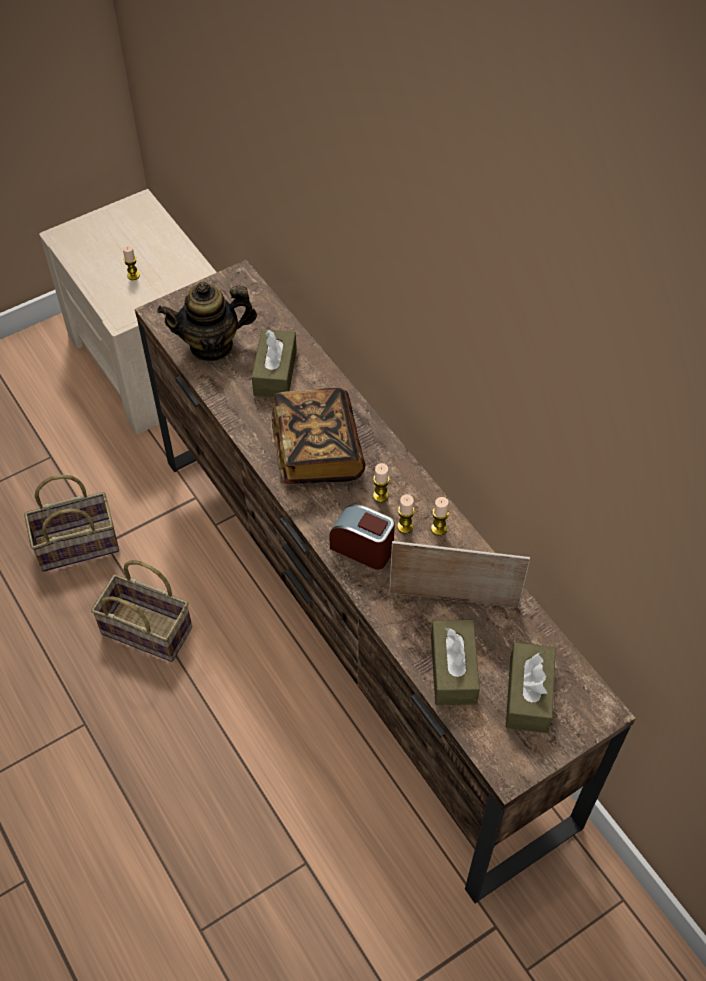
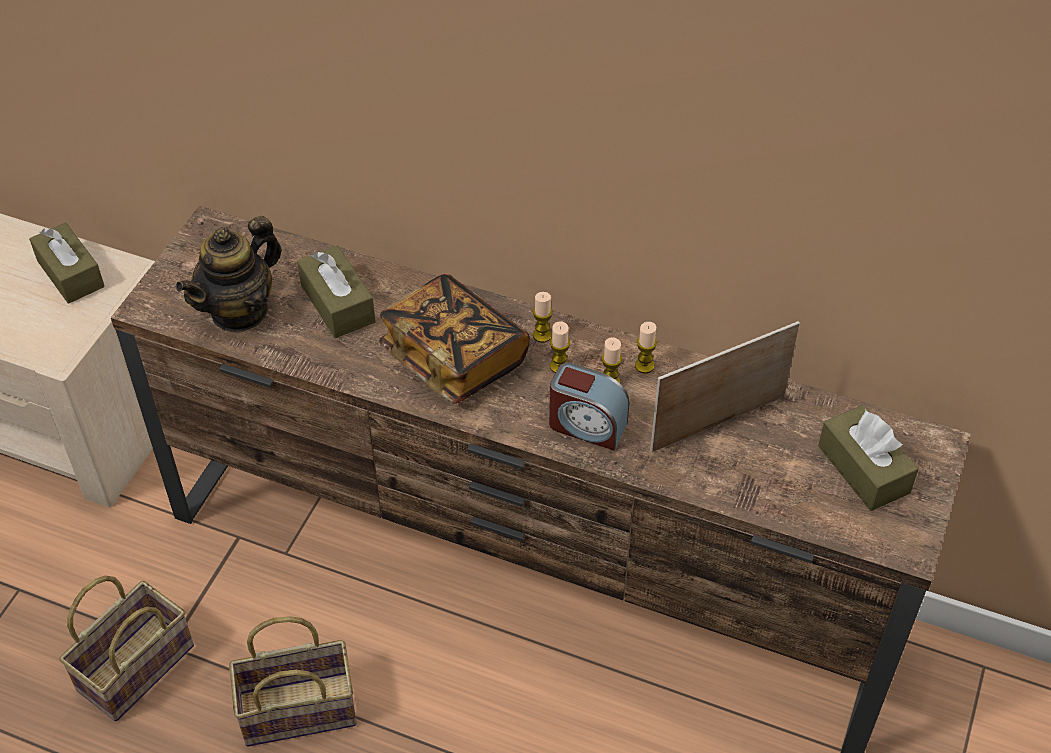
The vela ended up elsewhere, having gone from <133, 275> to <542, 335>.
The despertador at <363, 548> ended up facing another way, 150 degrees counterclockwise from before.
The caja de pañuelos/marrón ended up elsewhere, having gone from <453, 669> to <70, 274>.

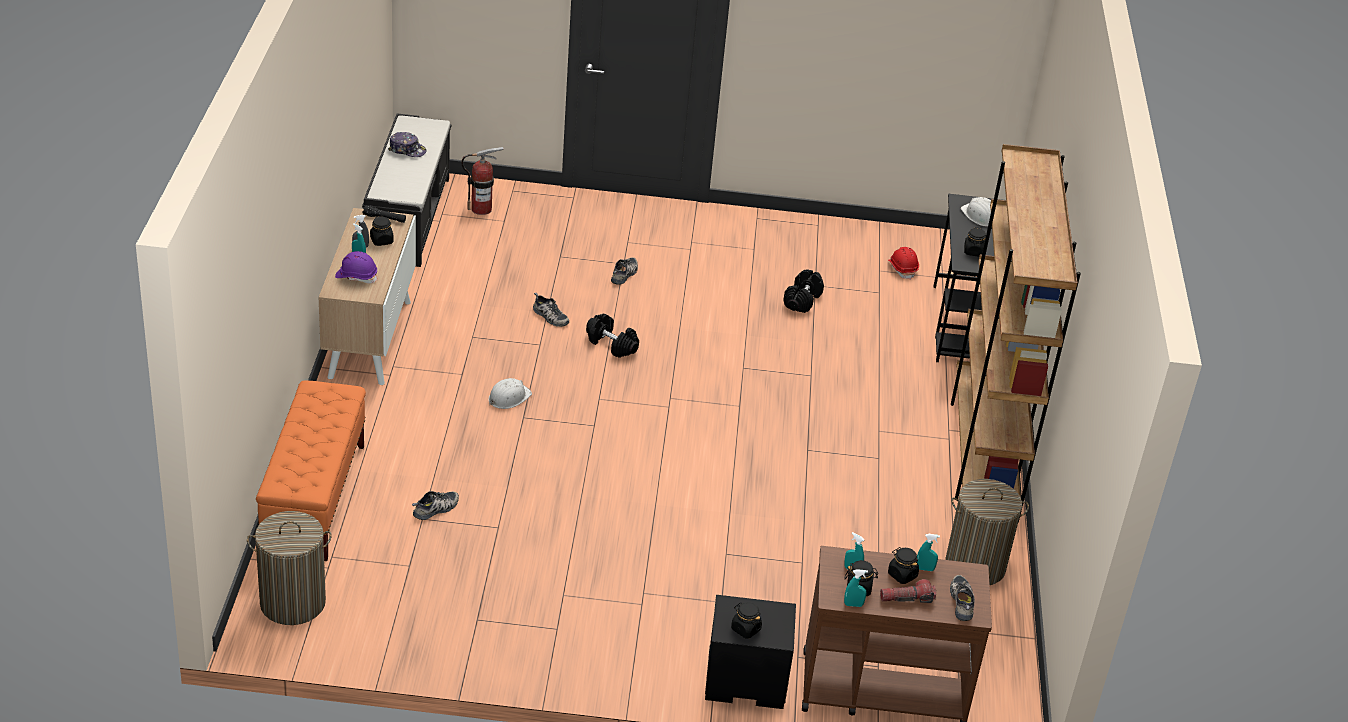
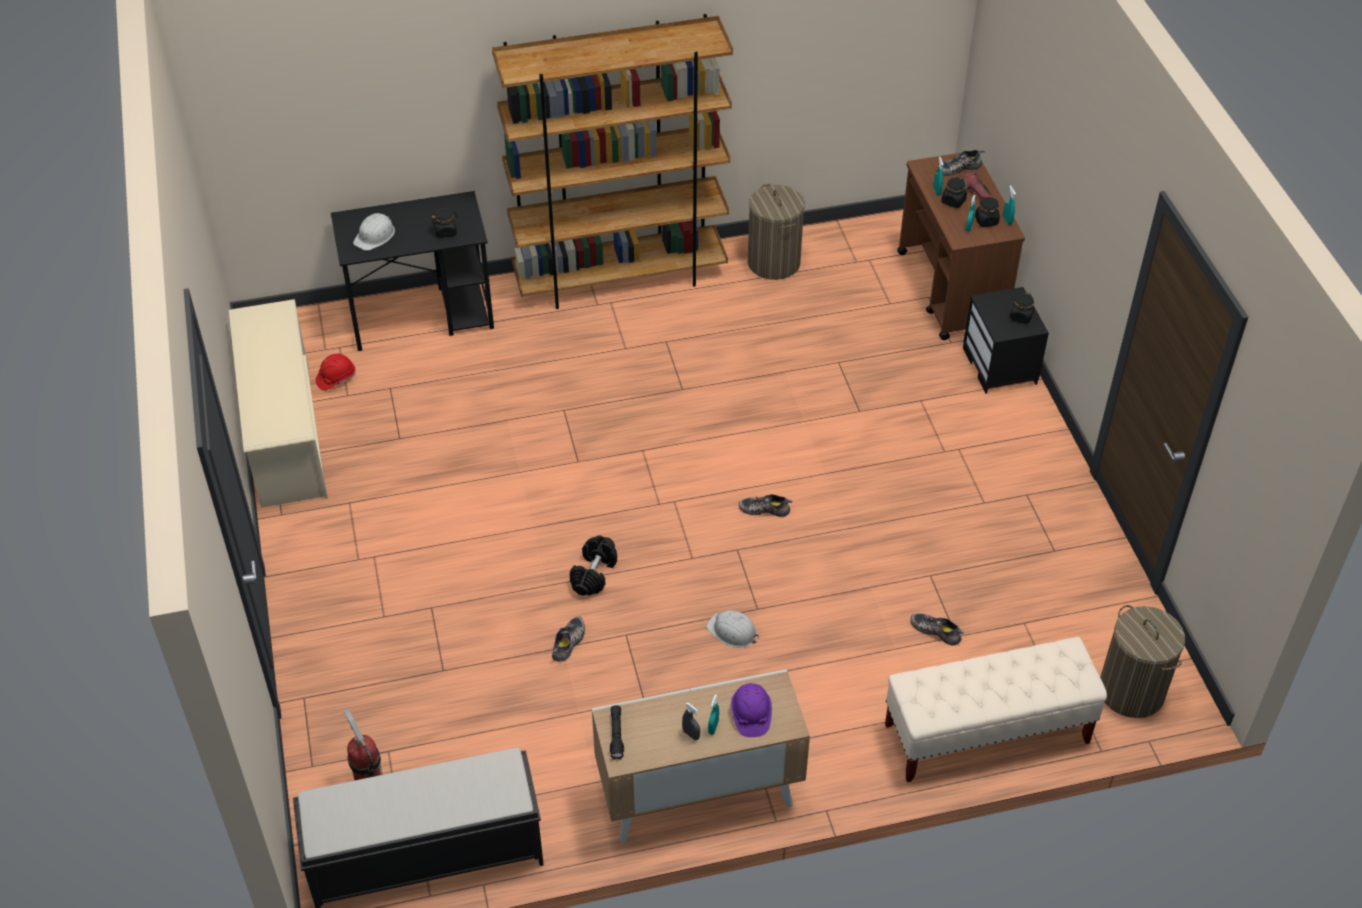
The second view lost the gorra at <407, 150>.
The second view lost the tarro/negro at <381, 241>.
The zapato ended up elsewhere, having gone from <625, 274> to <765, 508>.
The second view lost the mancuerna/negro at <802, 300>.
What was the banco/naranja at <315, 498> turned into the banco/beis at <986, 734>.
The second view gained the zapatero/beis at <285, 434>.

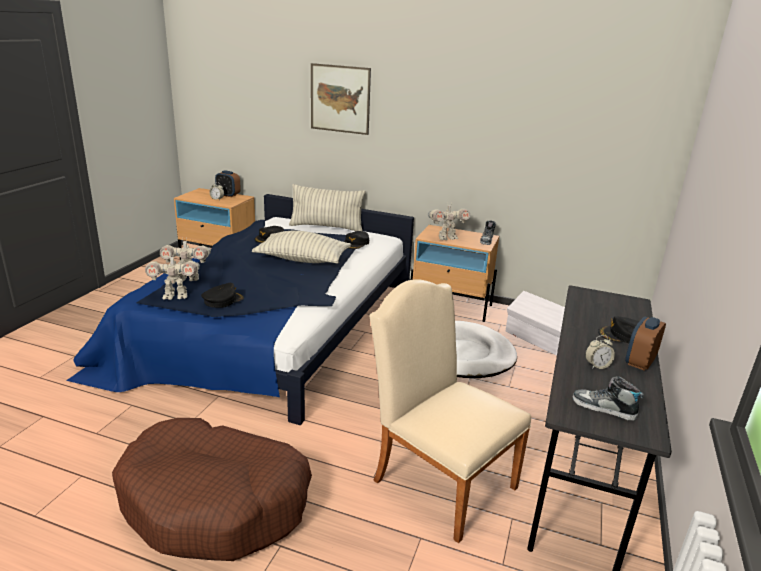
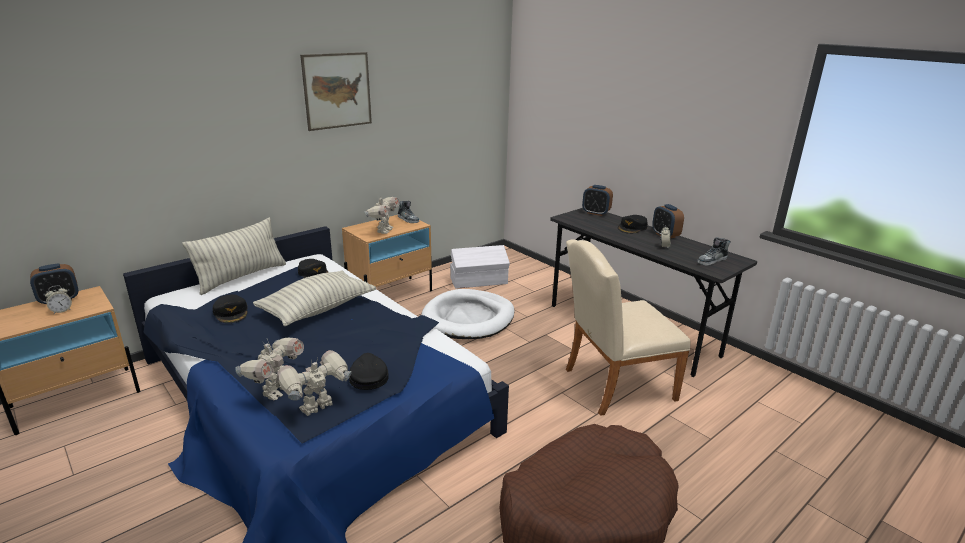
The cuadro ended up elsewhere, having gone from <340, 99> to <337, 90>.
The robot de juguete at <175, 296> ended up facing another way, 150 degrees counterclockwise from before.
The second view gained the despertador at <596, 213>.

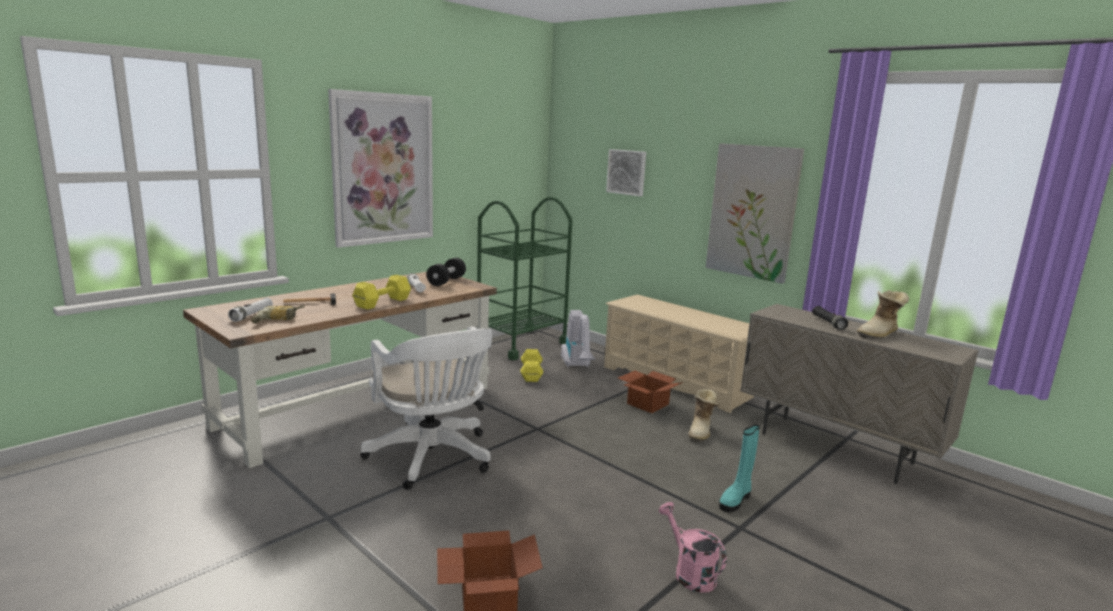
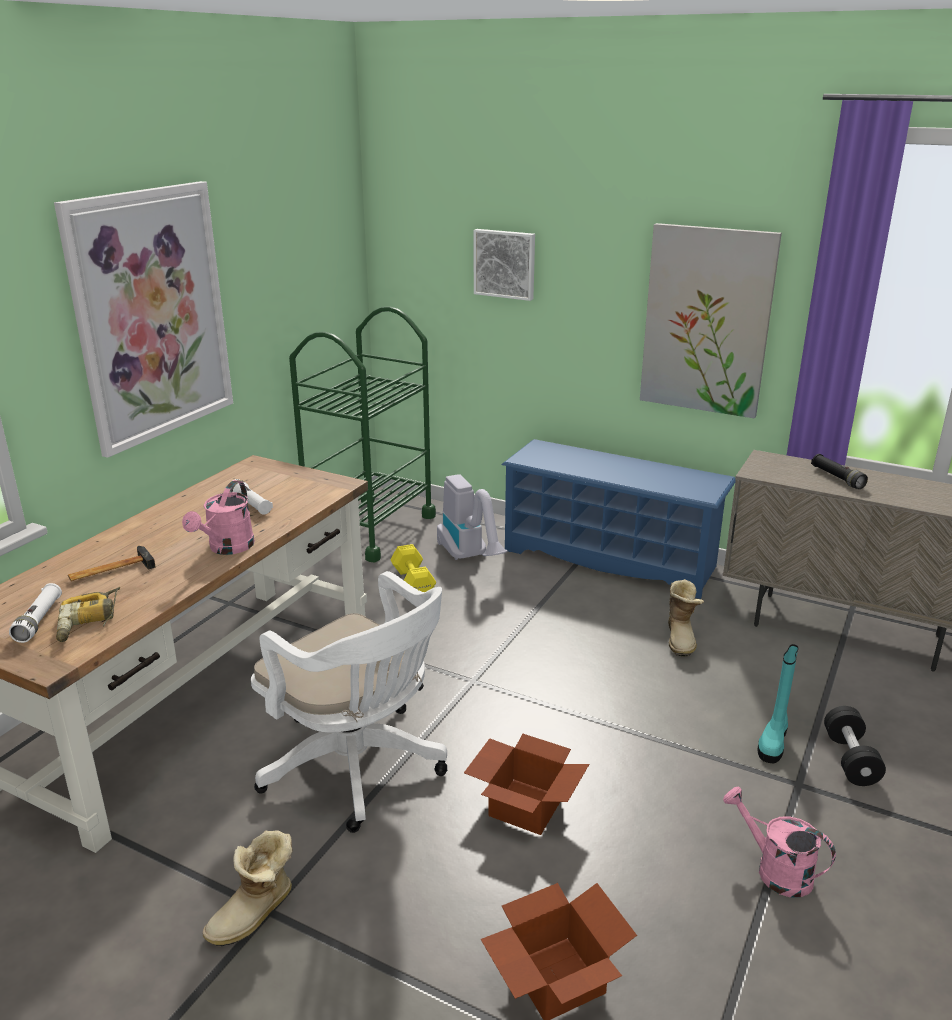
The mancuerna/negro ended up elsewhere, having gone from <446, 281> to <850, 759>.
Where the mancuerna/amarillo stood at <384, 302>, the regadera/rosa came to stand at <227, 548>.
The bota ended up elsewhere, having gone from <880, 334> to <255, 914>.
What was the zapatero/beis at <677, 382> turned into the zapatero/azul at <611, 558>.
The caja de cartón ended up elsewhere, having gone from <647, 403> to <524, 805>.

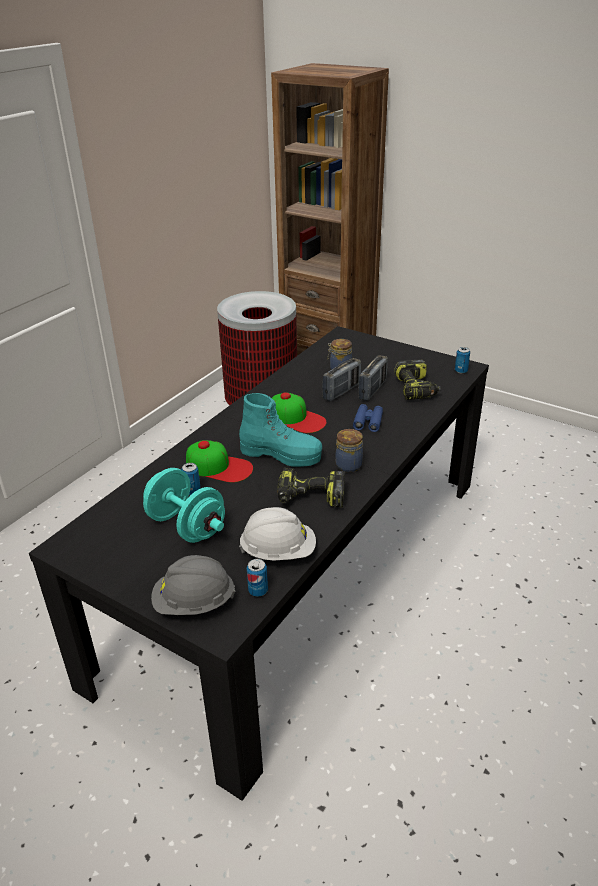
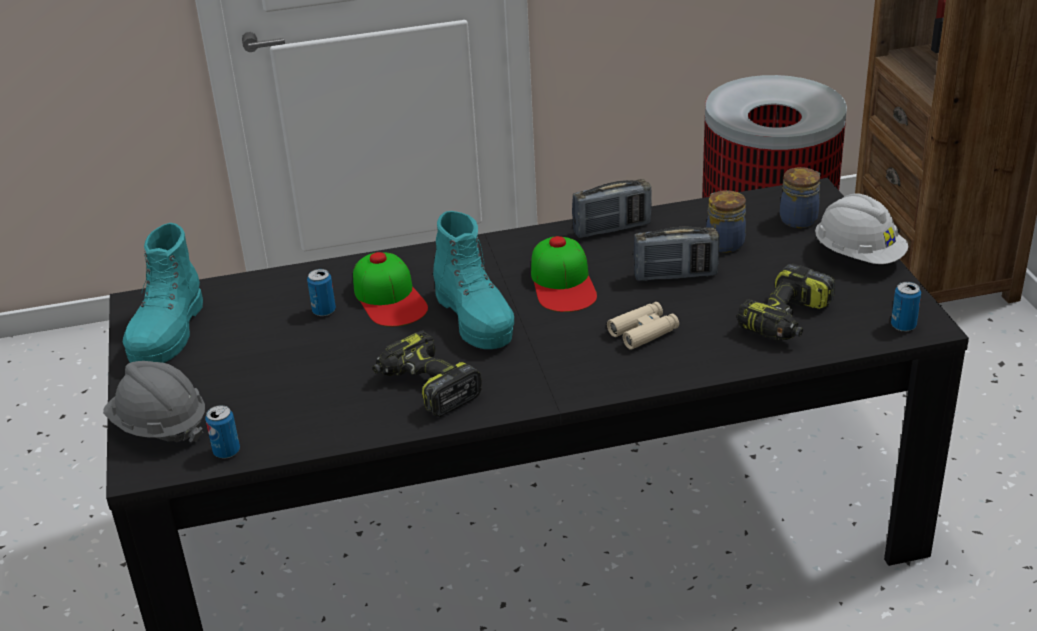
The radio ended up elsewhere, having gone from <372, 390> to <612, 229>.
What was the prismáticos/azul at <368, 422> turned into the prismáticos/beis at <643, 332>.
The tarro ended up elsewhere, having gone from <349, 464> to <800, 219>.
The second view lost the mancuerna/turquesa at <186, 526>.
The casco/blanco ended up elsewhere, having gone from <278, 551> to <858, 256>.
The second view gained the bota/turquesa at <168, 333>.

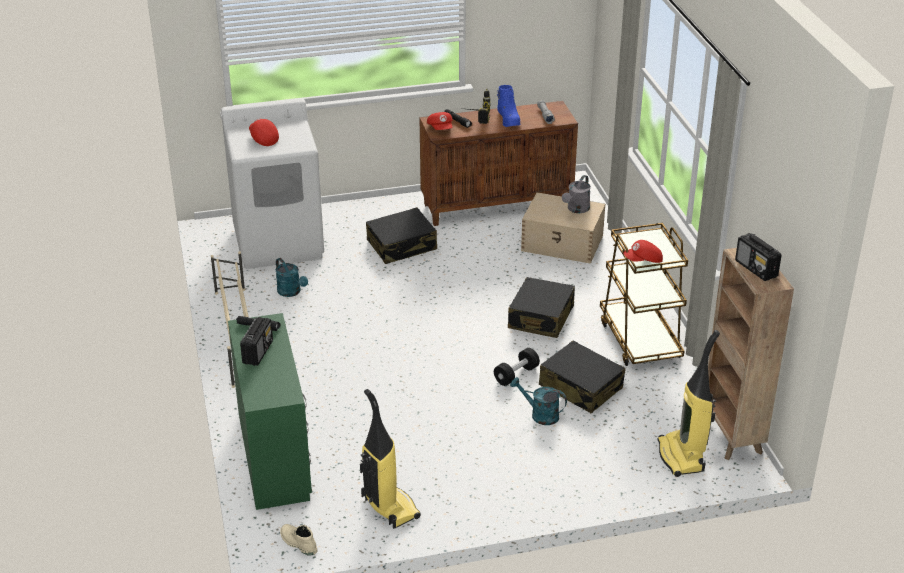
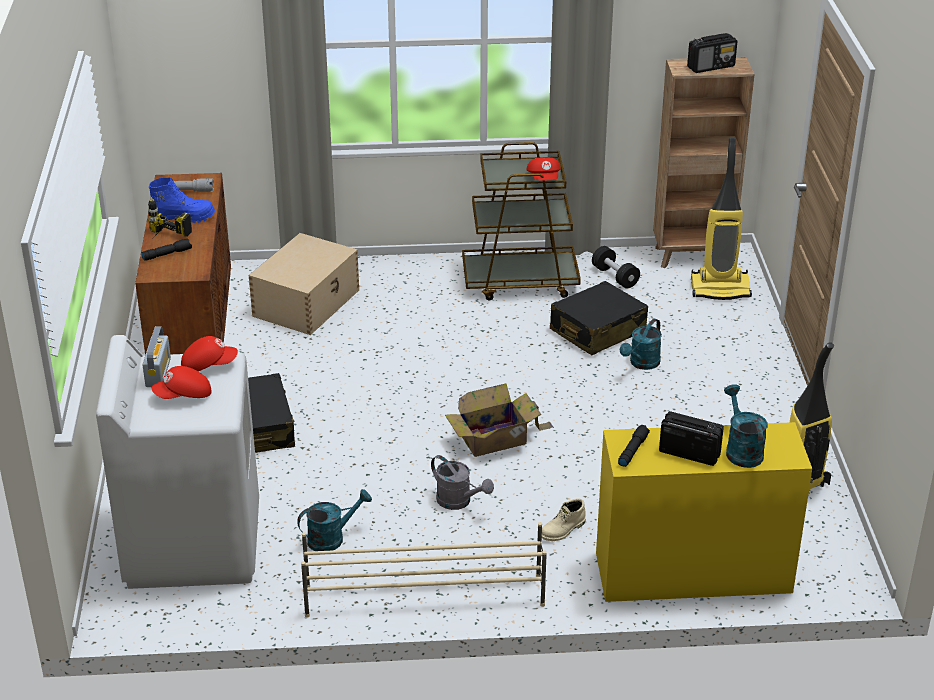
The gorra/rojo ended up elsewhere, having gone from <441, 128> to <208, 365>.
The regadera/gris ended up elsewhere, having gone from <576, 209> to <459, 502>.
The second view lost the maleta/negro at <540, 318>.
What was the escritorio/verde at <273, 456> turned into the escritorio/amarillo at <692, 573>.
The mancuerna/negro ended up elsewhere, having gone from <516, 375> to <615, 277>.
The bota/beis ended up elsewhere, having gone from <297, 543> to <563, 530>.
The second view gained the radio at <158, 372>.
The second view gained the caja de cartón at <496, 439>.
The second view gained the regadera/turquesa at <741, 450>.

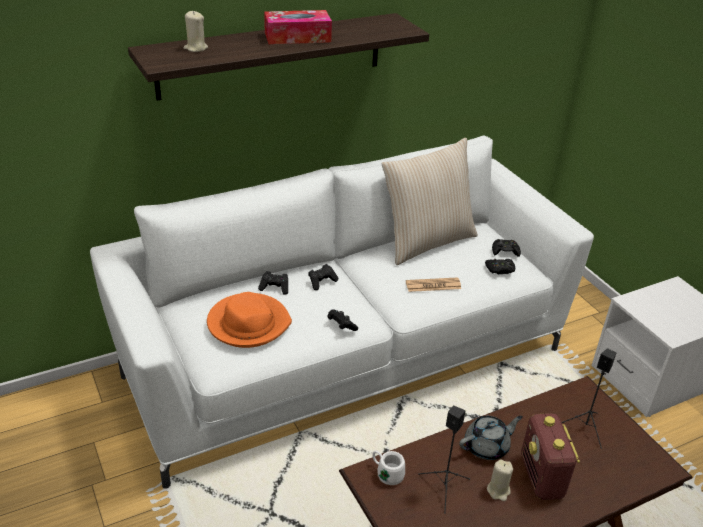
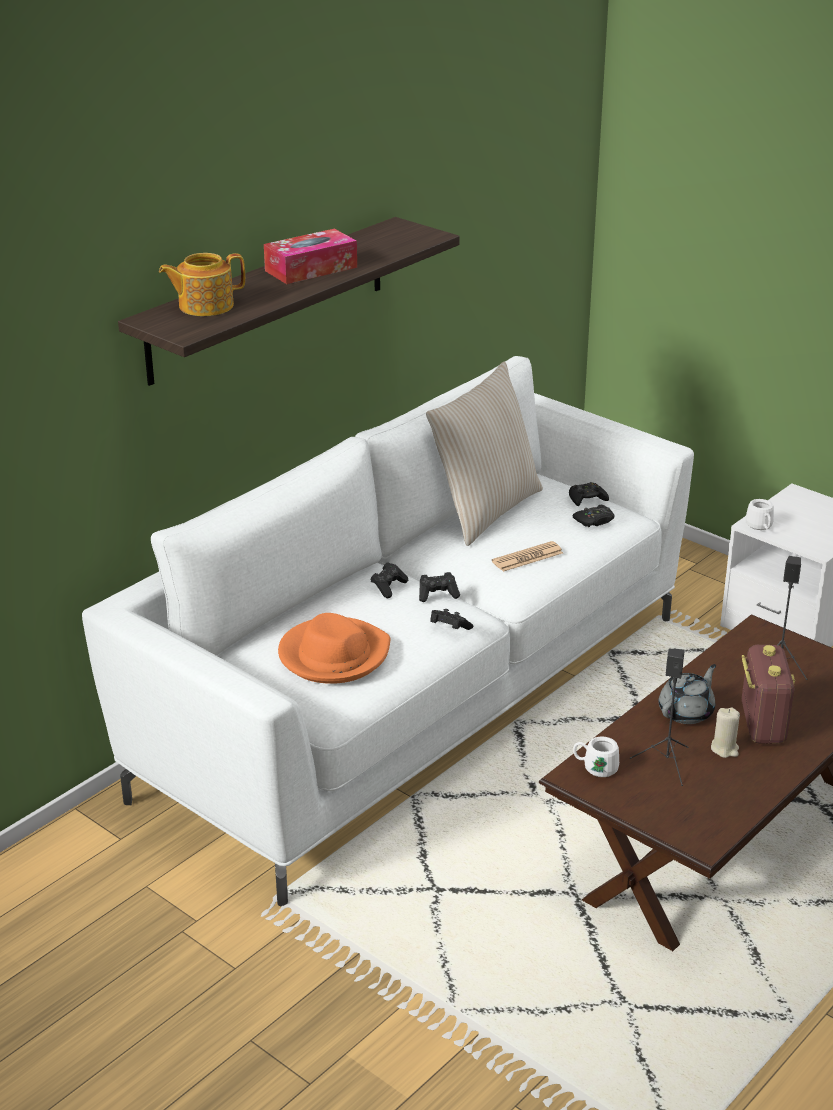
Where the vela/beis stood at <195, 48>, the tetera came to stand at <204, 306>.
The mando de consola/negro ended up elsewhere, having gone from <275, 288> to <437, 594>.
The radio at <542, 477> ended up facing another way, 150 degrees counterclockwise from before.
The second view gained the taza grande/blanco at <760, 527>.

